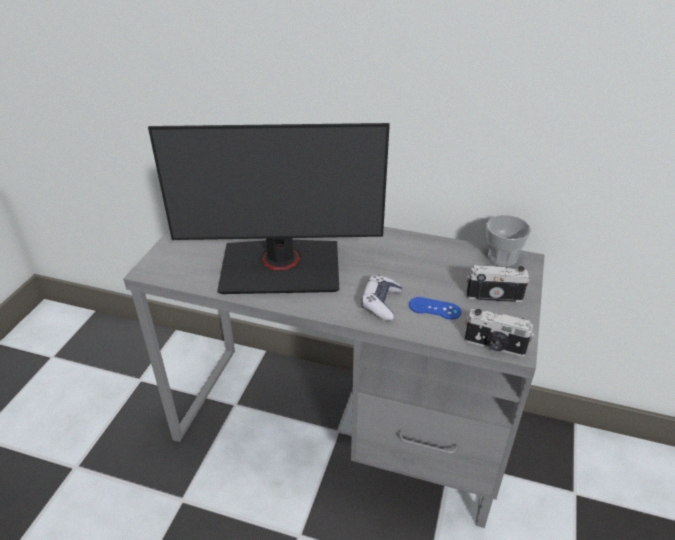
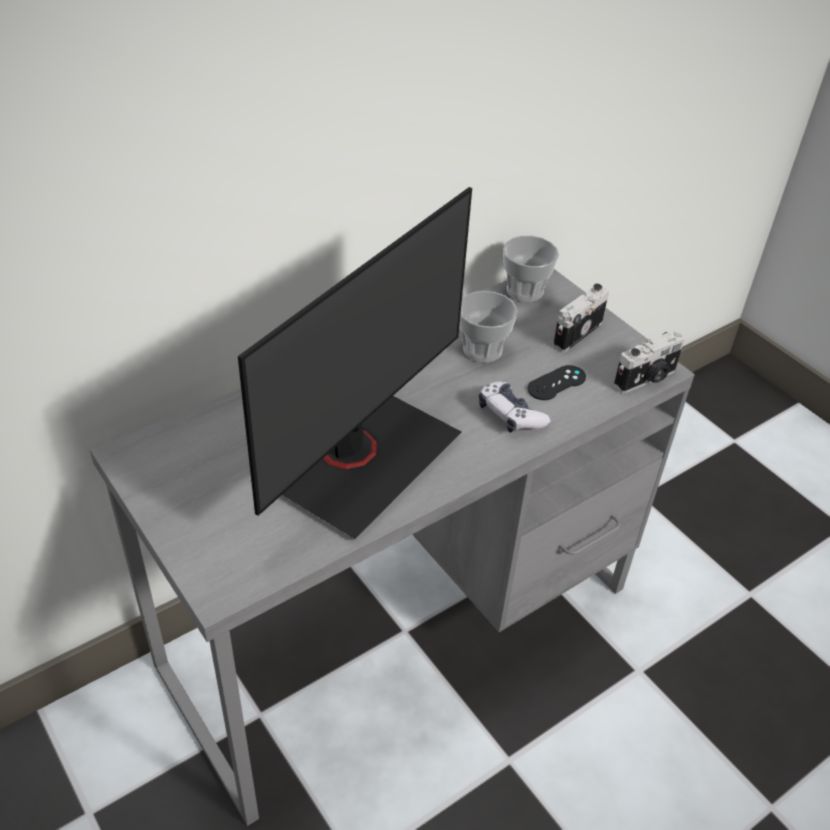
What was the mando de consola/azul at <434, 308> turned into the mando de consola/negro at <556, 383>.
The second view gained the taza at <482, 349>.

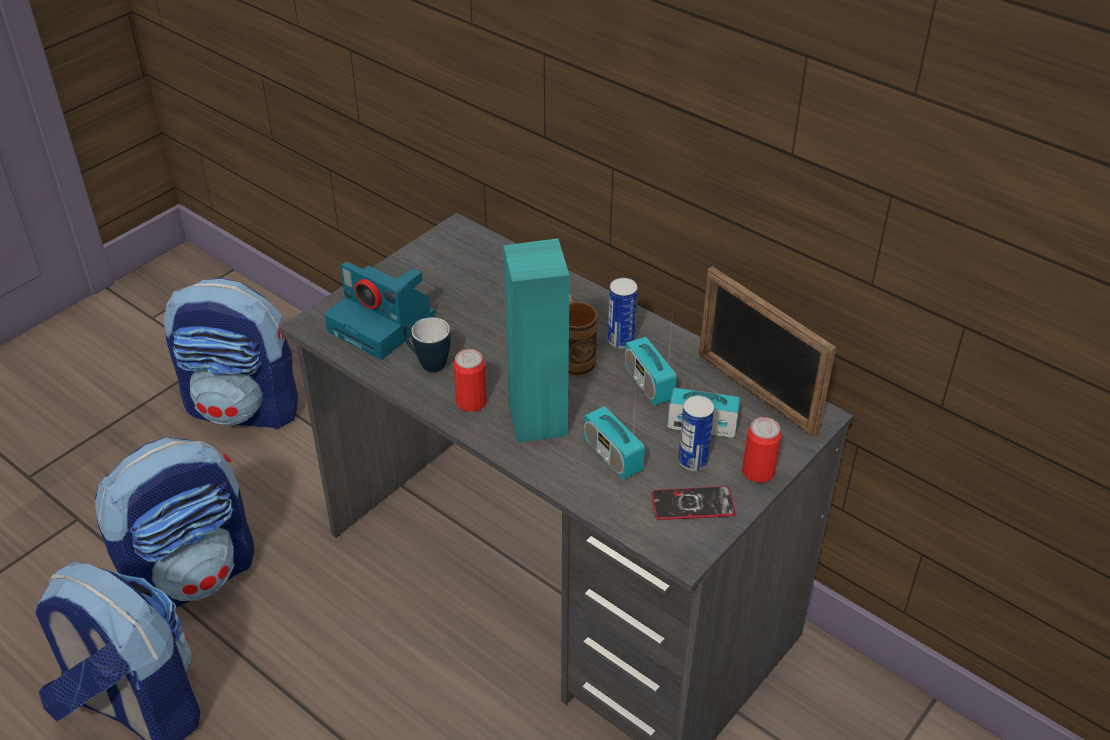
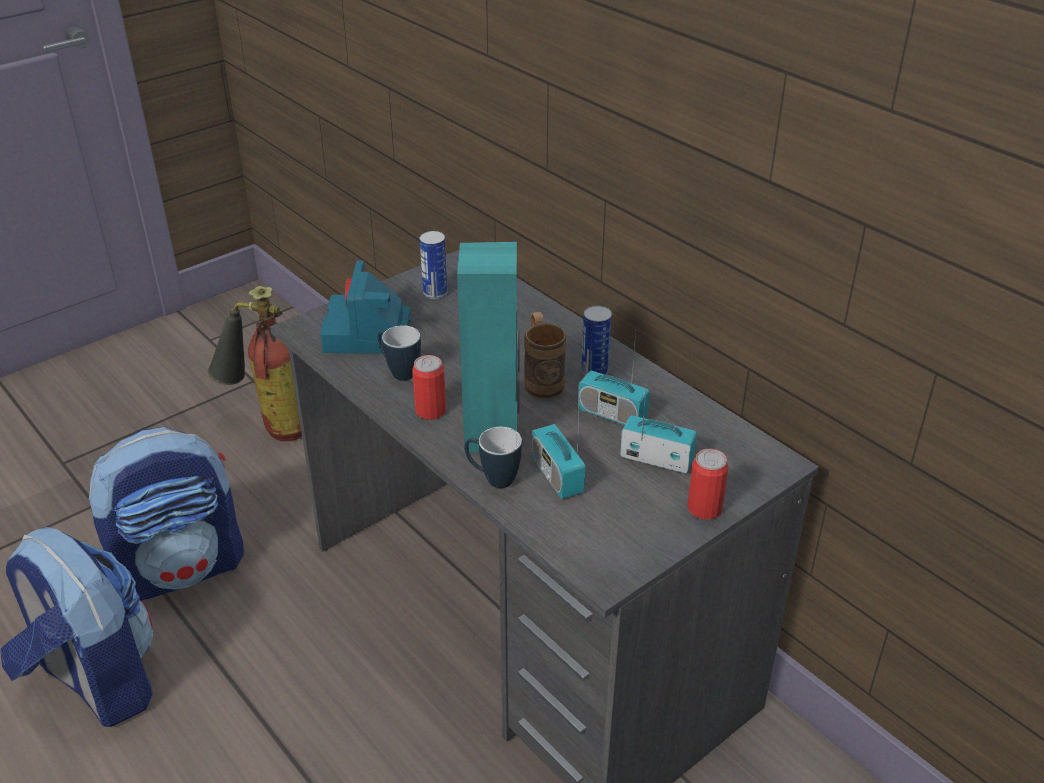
The cámara at <383, 324> ended up facing another way, 45 degrees clockwise from before.
The second view lost the portarretratos at <755, 393>.
Where the mochila stood at <245, 408>, the extintor came to stand at <271, 426>.
The radio at <648, 384> ended up facing another way, 45 degrees counterclockwise from before.
The lata ended up elsewhere, having gone from <692, 462> to <435, 293>.
The second view lost the móvil at <692, 504>.
The second view gained the taza grande at <493, 479>.

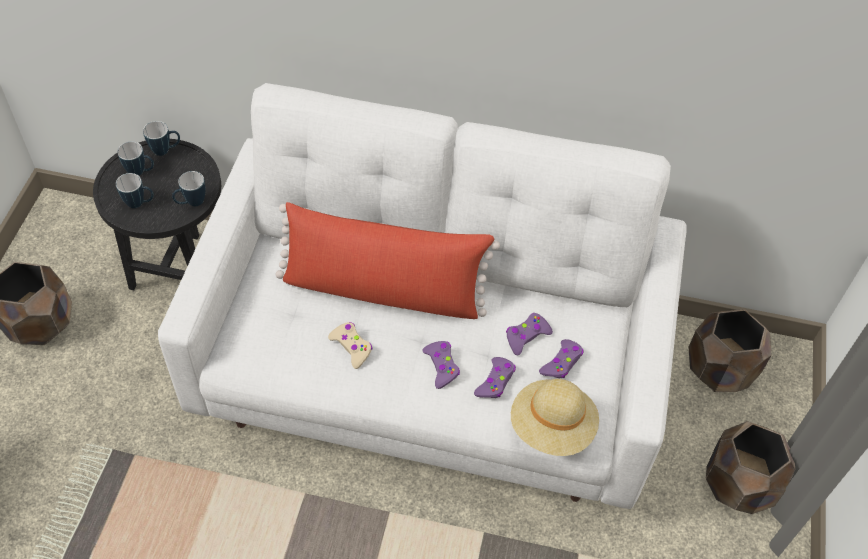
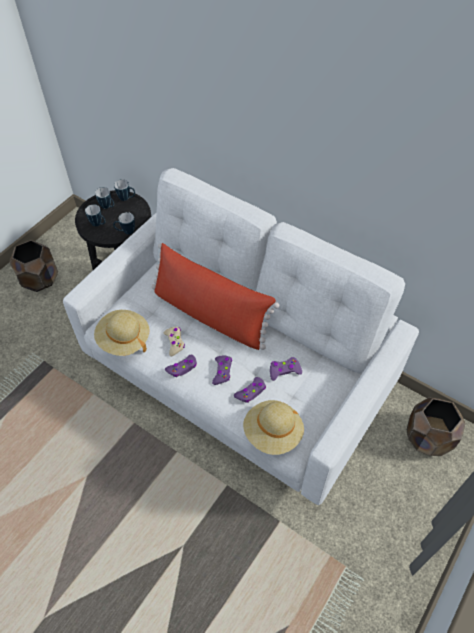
The mando de consola/morado ended up elsewhere, having gone from <561, 363> to <182, 368>.
The second view lost the maceta/marrón at <739, 485>.
The second view gained the sombrero/beis at <124, 340>.

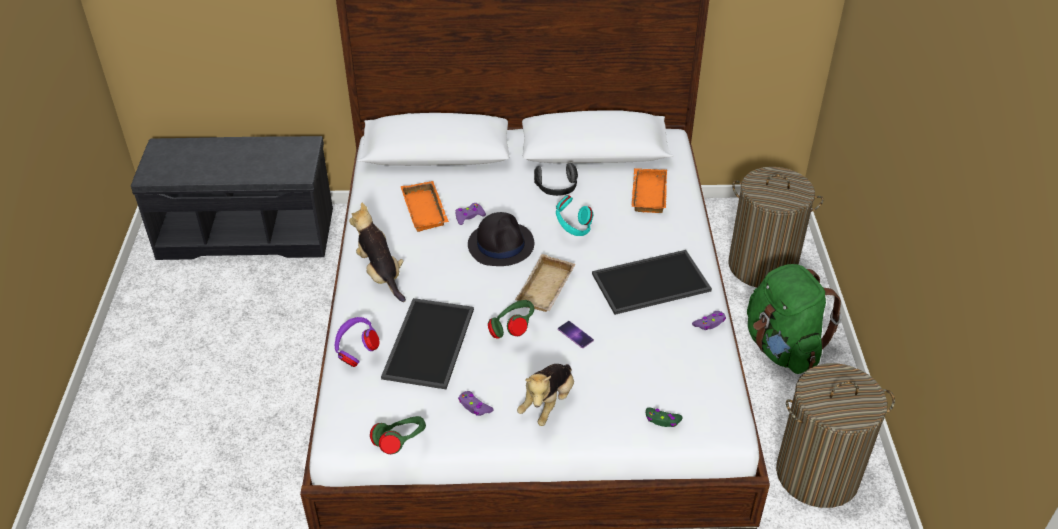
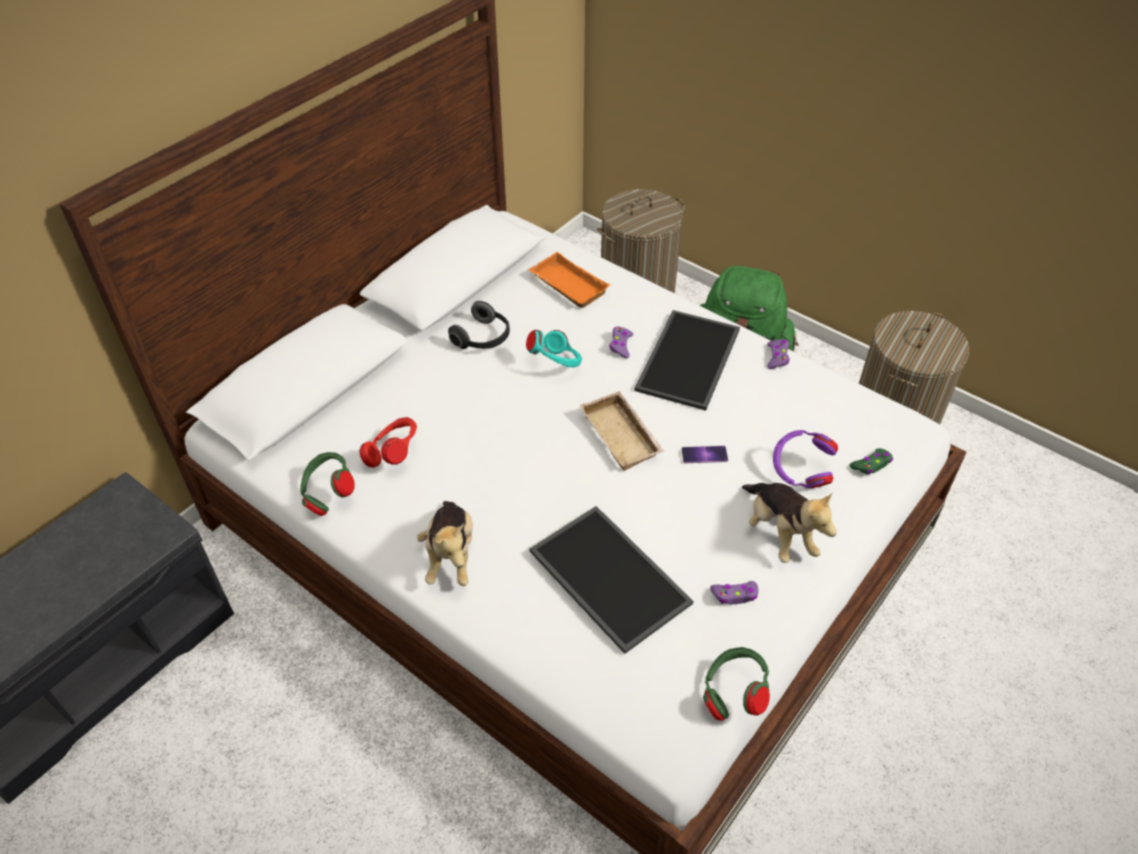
Where the bandeja/naranja stood at <426, 210>, the auriculares/rojo came to stand at <394, 455>.
The peluche at <381, 274> ended up facing another way, 105 degrees counterclockwise from before.
The mando de consola/morado ended up elsewhere, having gone from <469, 216> to <620, 345>.
The second view lost the sombrero/negro at <501, 244>.
The auriculares/verde ended up elsewhere, having gone from <513, 330> to <328, 495>.
The auriculares/morado ended up elsewhere, having gone from <356, 352> to <800, 473>.

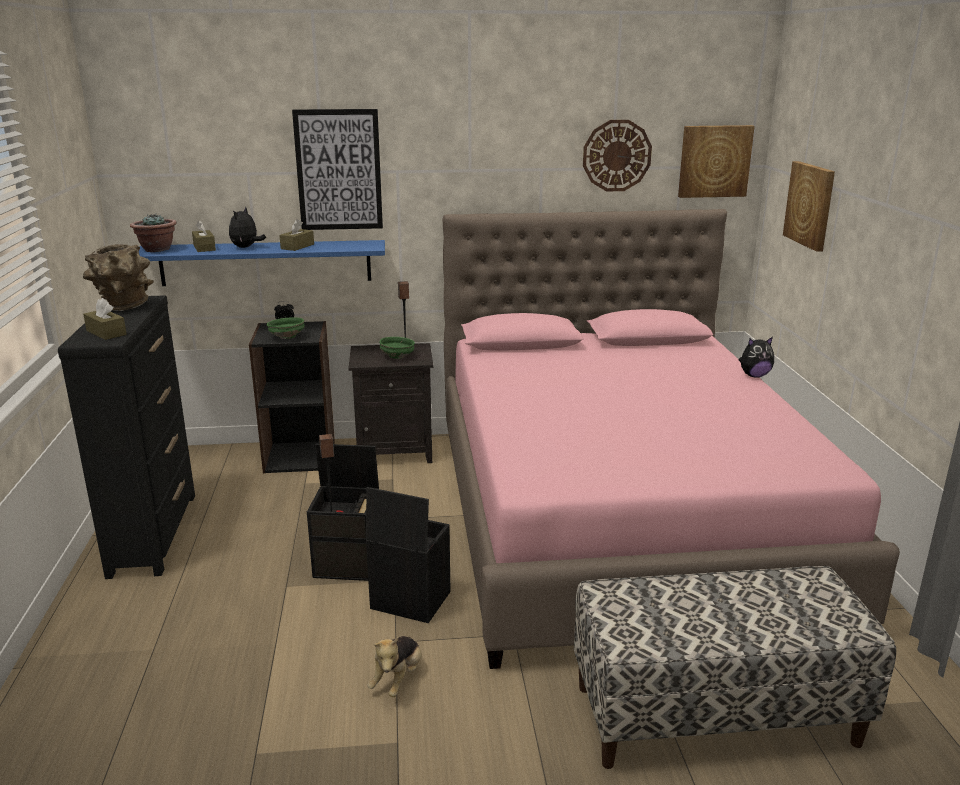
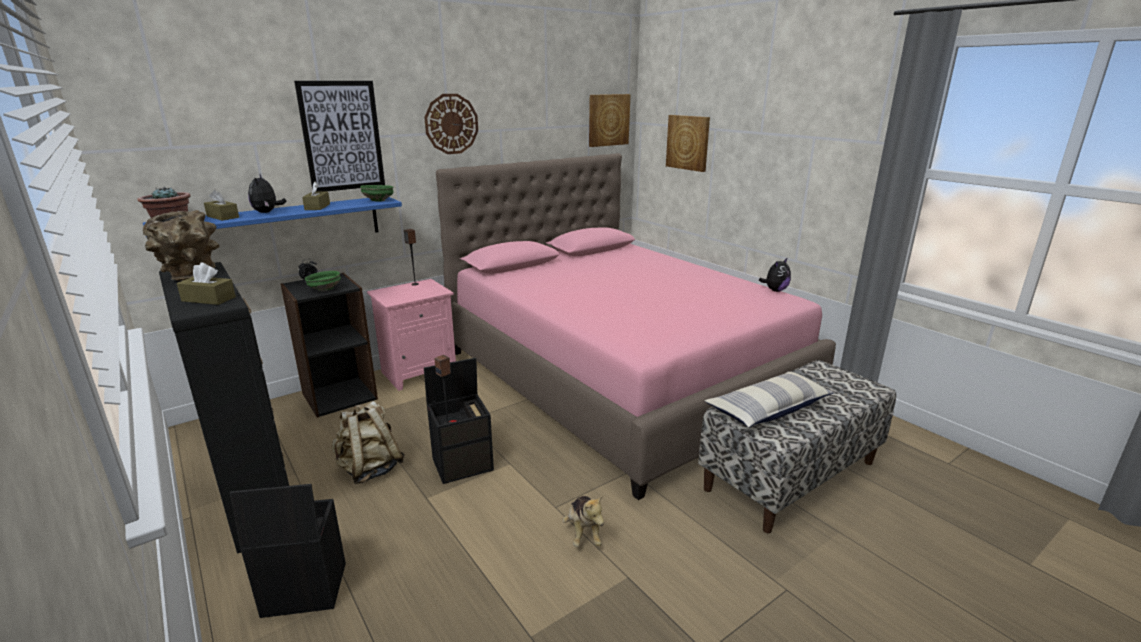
The reloj de pared ended up elsewhere, having gone from <616, 155> to <451, 124>.
The cuenco/verde ended up elsewhere, having gone from <398, 356> to <379, 200>.
The peluche ended up elsewhere, having gone from <754, 375> to <775, 290>.
What was the mesita de noche/negro at <396, 451> turned into the mesita de noche/rosa at <419, 372>.
The caja de almacenaje/negro ended up elsewhere, having gone from <409, 600> to <303, 590>.
The second view gained the cojín at <768, 409>.
The second view gained the mochila/beis at <370, 469>.

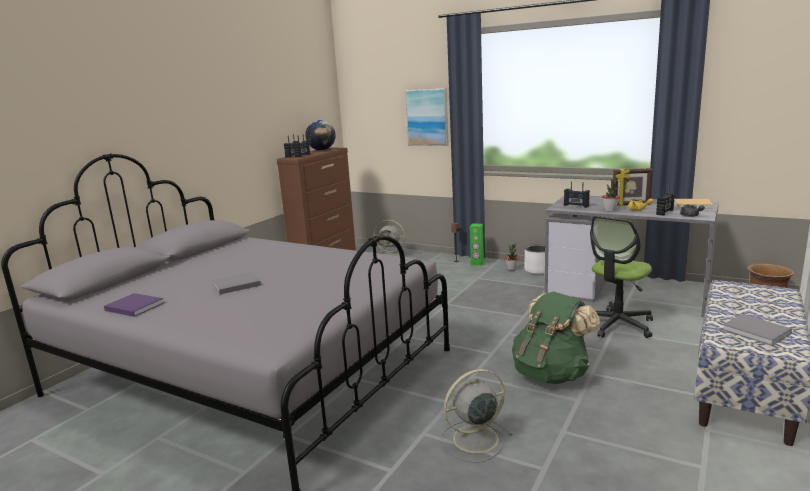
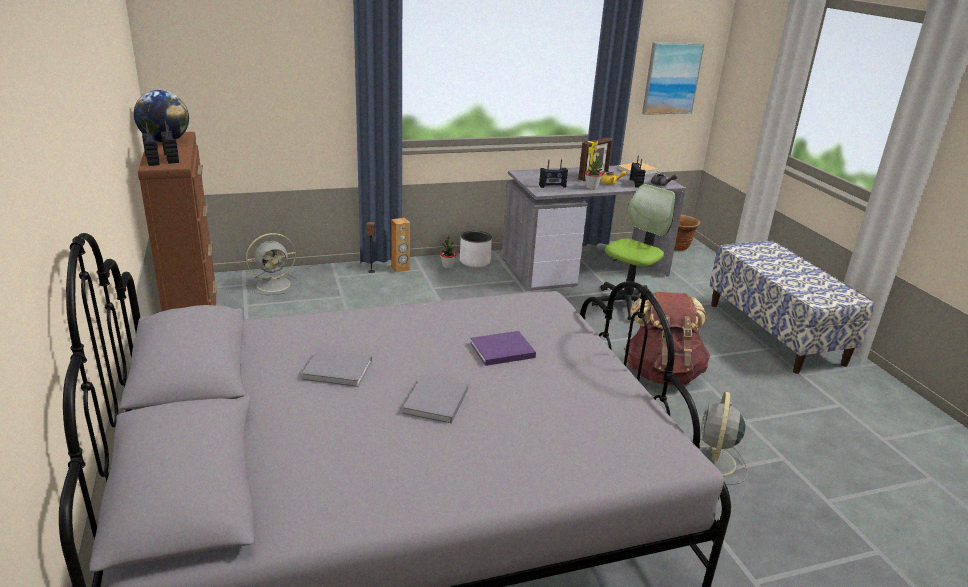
The cuadro ended up elsewhere, having gone from <427, 117> to <671, 78>.
The silla de oficina at <616, 324> ended up facing another way, 135 degrees counterclockwise from before.
What was the altavoz/verde at <477, 263> turned into the altavoz/marrón at <400, 269>.
What was the mochila/verde at <551, 374> turned into the mochila/marrón at <662, 373>.
The libro/morado ended up elsewhere, having gone from <133, 306> to <500, 350>.
The libro/gris ended up elsewhere, having gone from <758, 332> to <339, 370>.

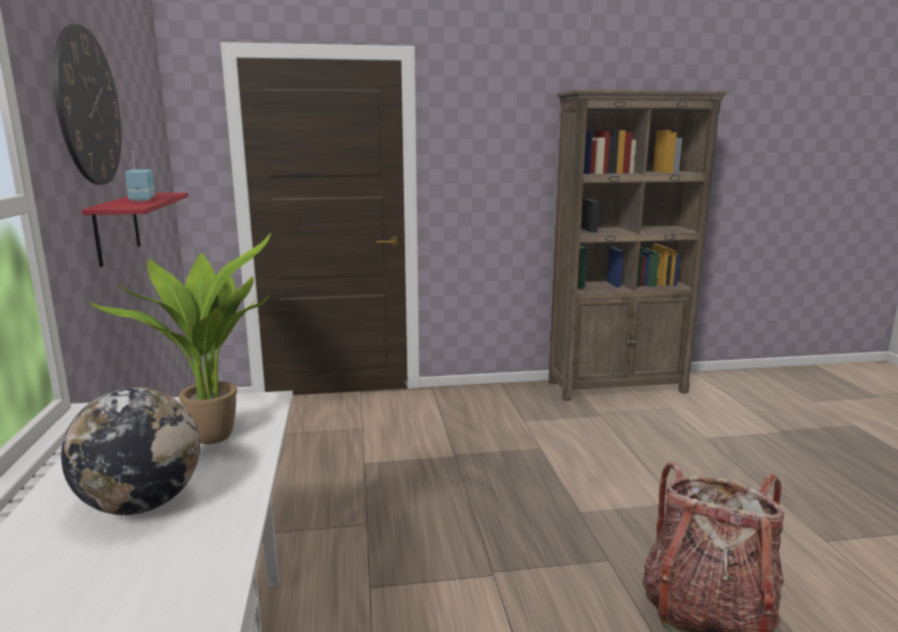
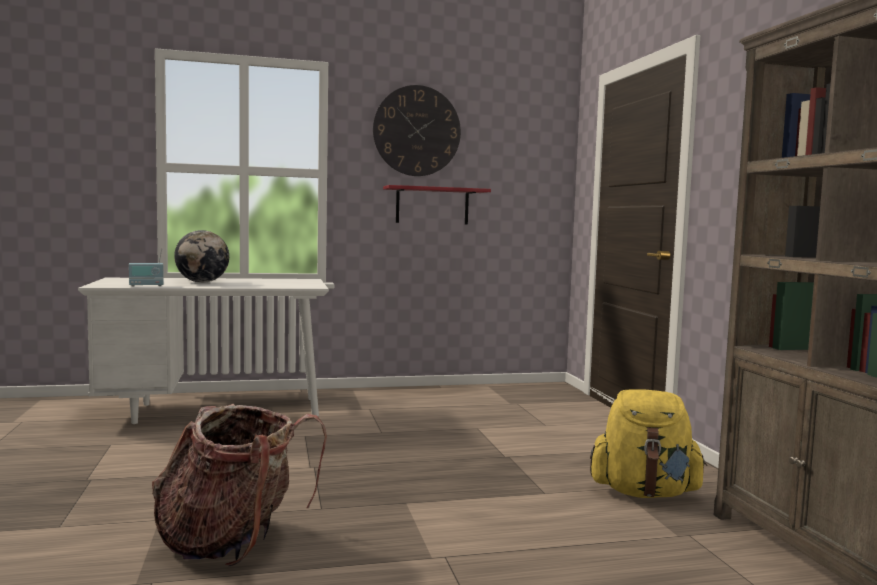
The radio ended up elsewhere, having gone from <143, 199> to <146, 286>.
The second view lost the planta en maceta at <213, 434>.
The second view gained the mochila/amarillo at <644, 492>.

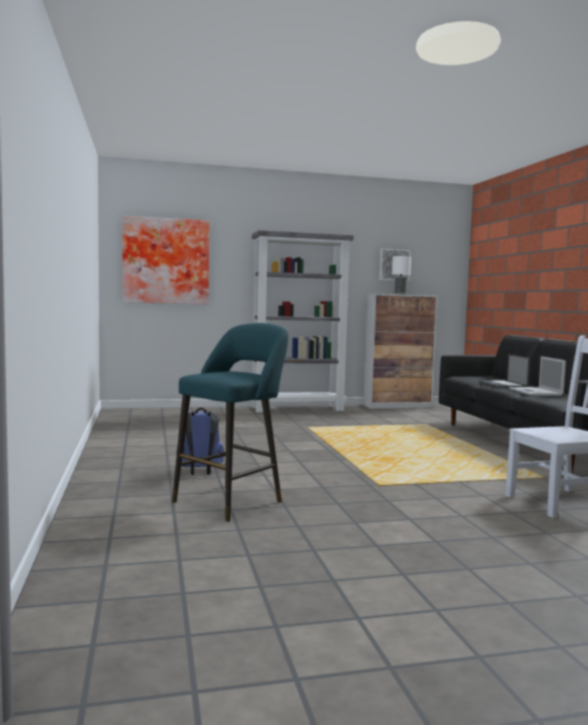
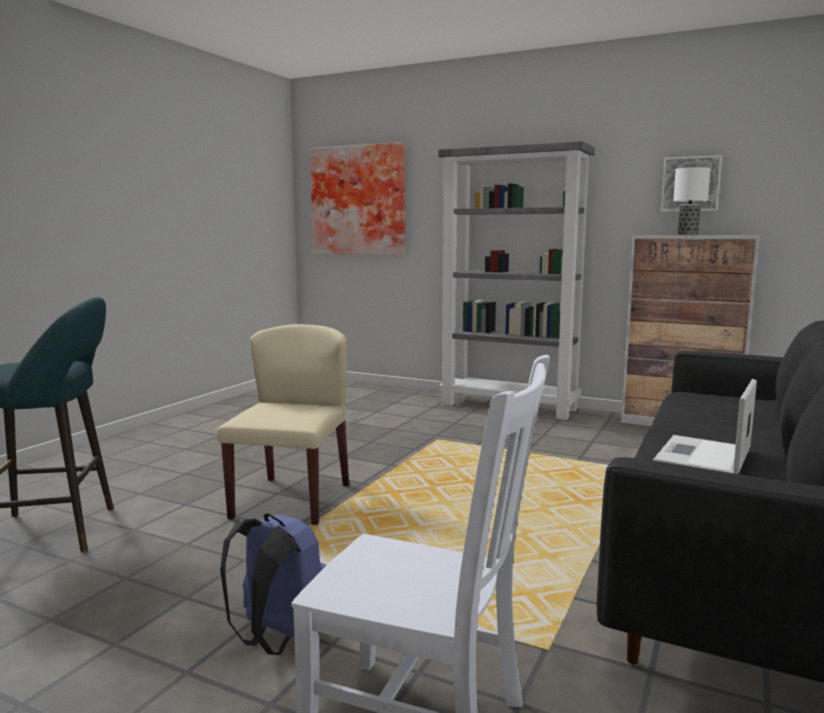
The second view lost the portátil at <503, 385>.
The mochila/azul ended up elsewhere, having gone from <200, 472> to <279, 639>.
The second view gained the silla/beis at <292, 500>.

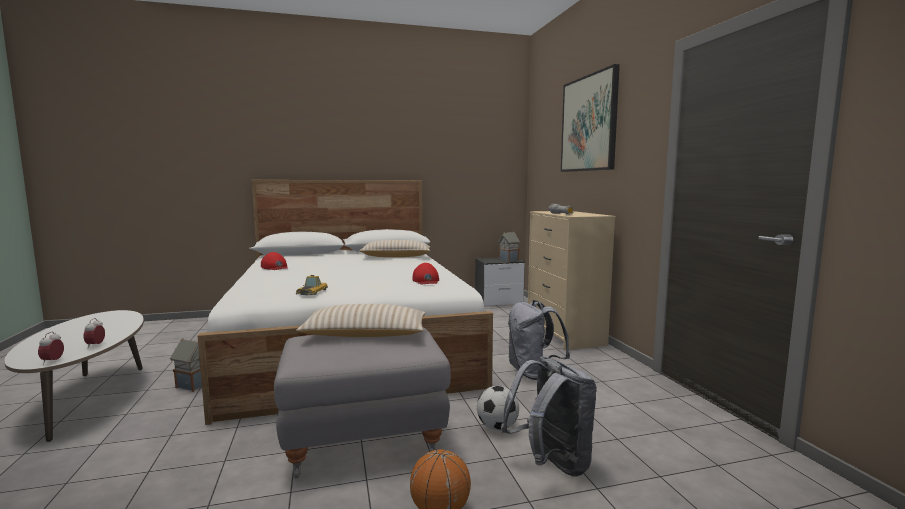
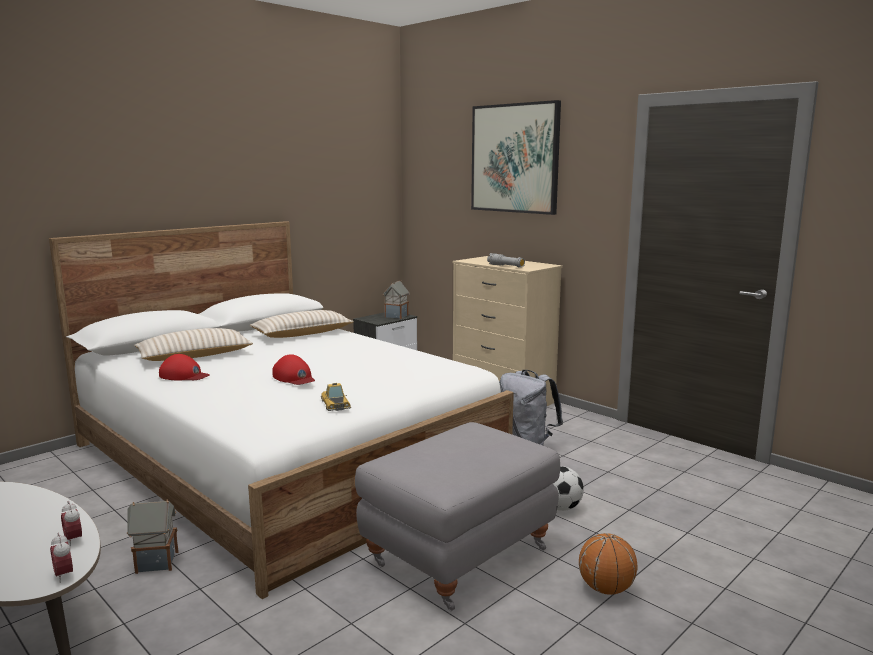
The gorra/rojo ended up elsewhere, having gone from <426, 280> to <294, 377>.
The cojín/beis ended up elsewhere, having gone from <365, 335> to <195, 356>.
The second view lost the mochila/gris at <551, 464>.

